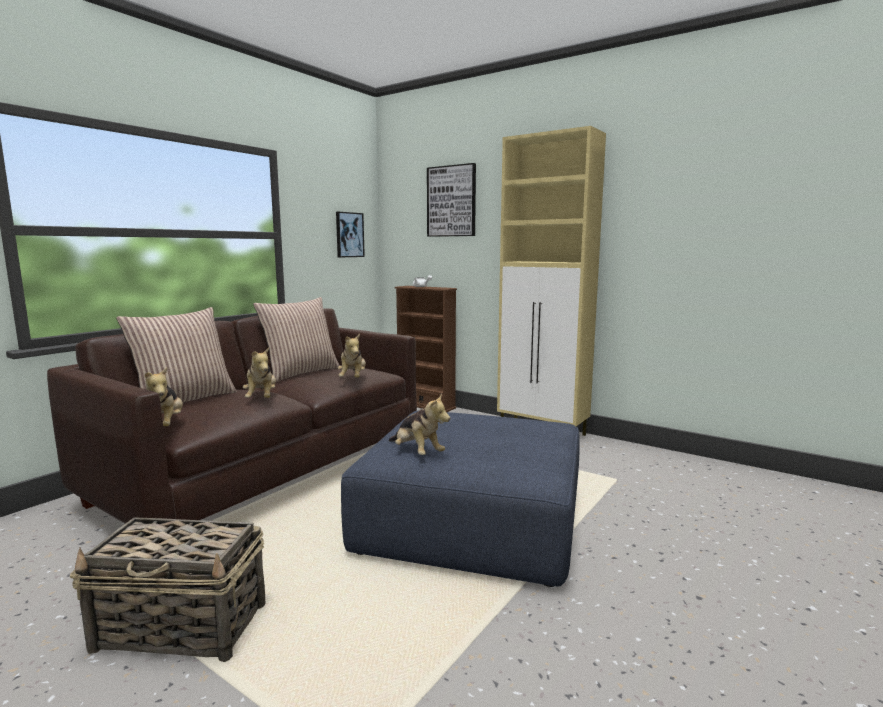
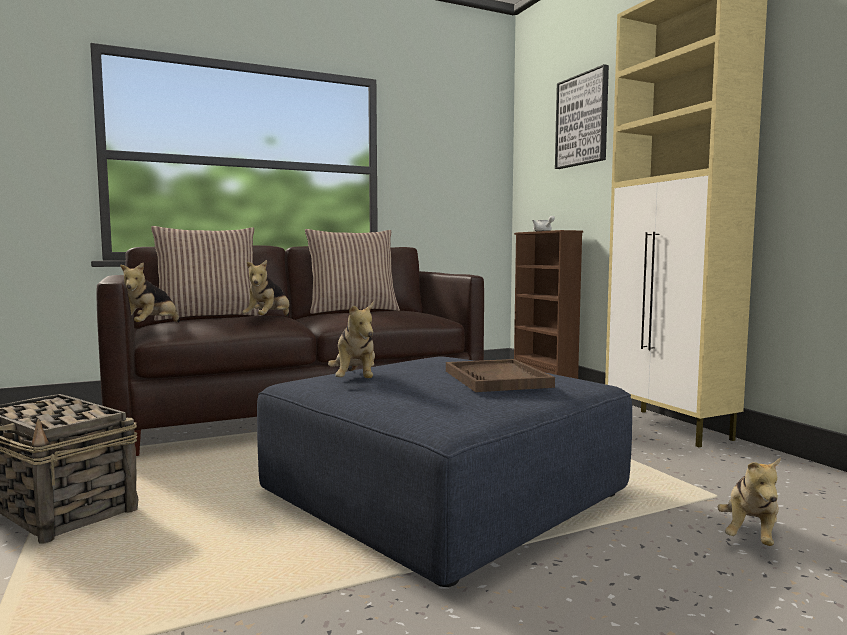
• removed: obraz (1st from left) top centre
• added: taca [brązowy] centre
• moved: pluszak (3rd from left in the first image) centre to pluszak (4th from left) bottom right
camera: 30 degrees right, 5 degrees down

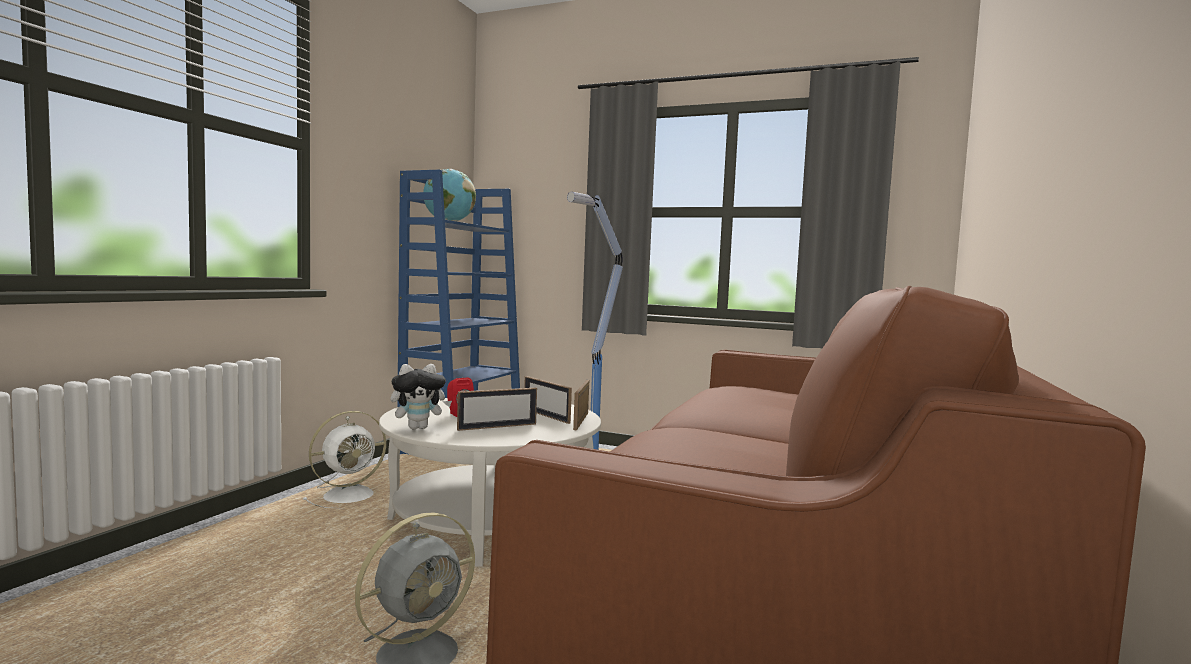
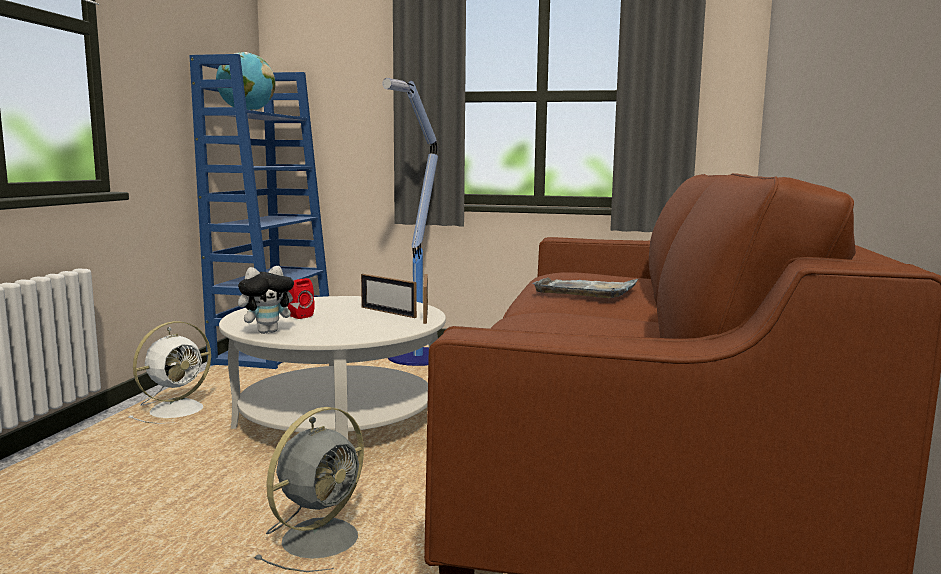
• removed: ramka na zdjęcie (1st from left) centre
• added: taca [szary] centre
camera: 10 degrees left, 5 degrees up

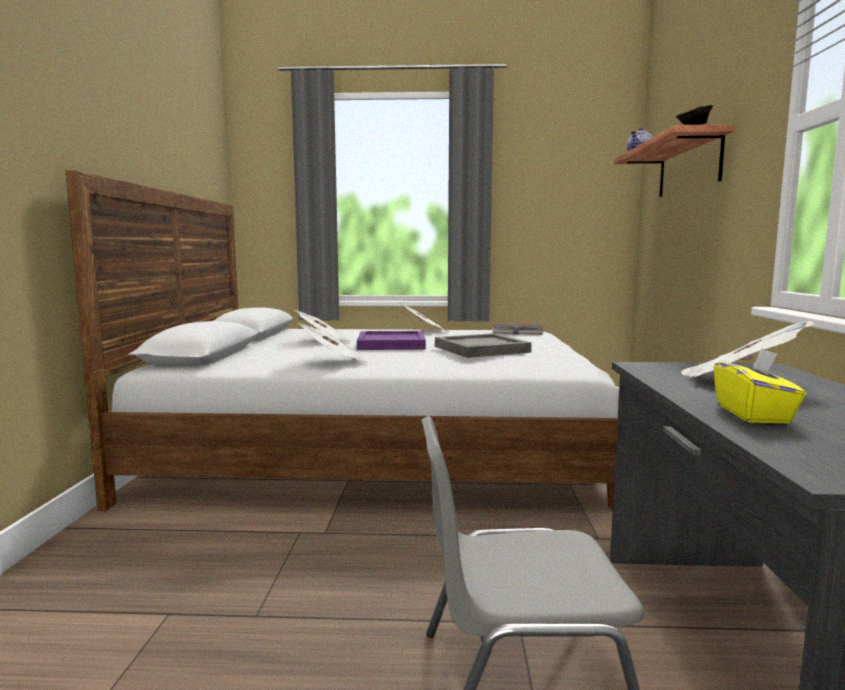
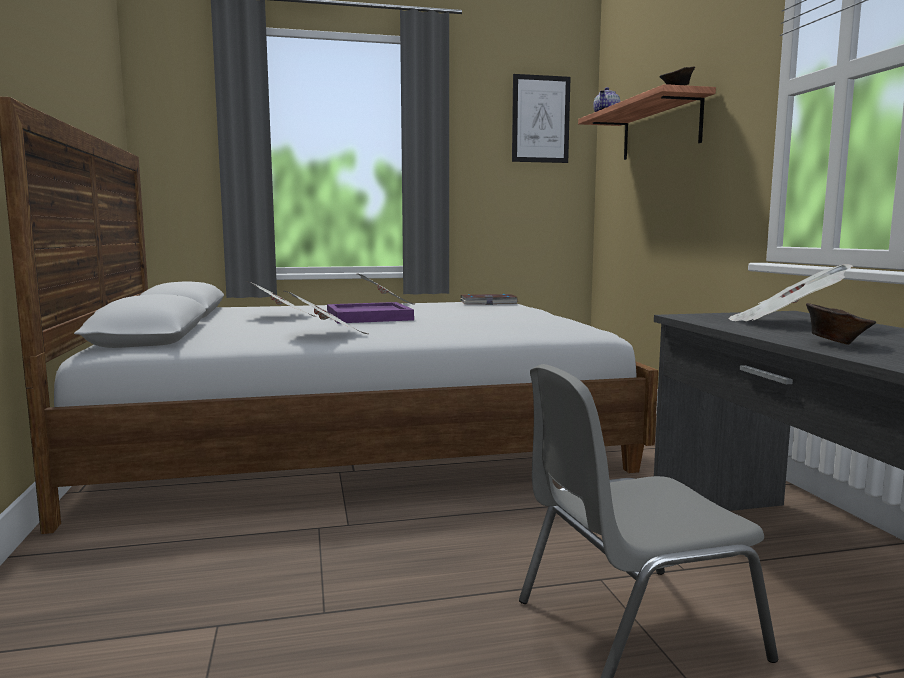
• removed: taca [szary] centre
• added: obraz top centre
• replaced: pudełko chusteczek [żółty] middle right to miska [brązowy] (2nd from left) middle right
camera: 15 degrees left, 0 degrees up

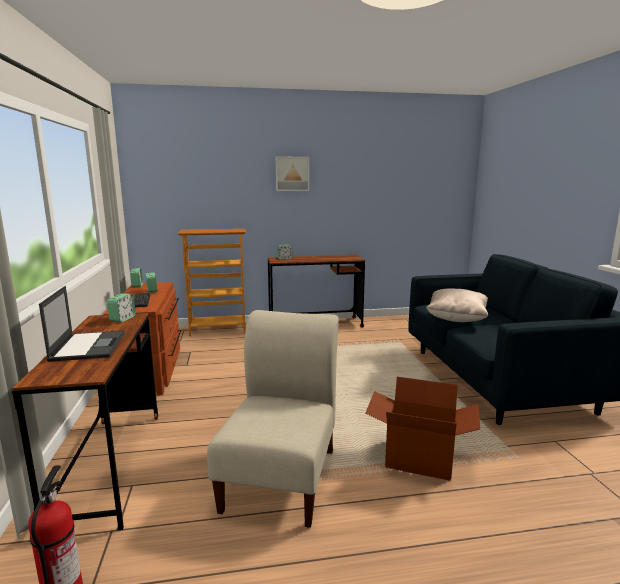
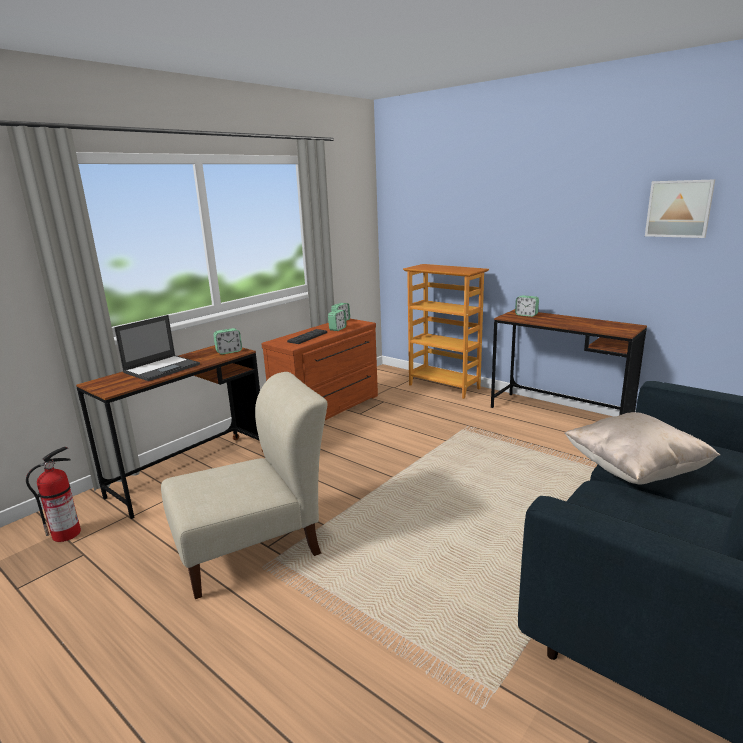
• removed: karton bottom right
• moved: obraz top centre to top right
camera: 50 degrees right, 5 degrees up

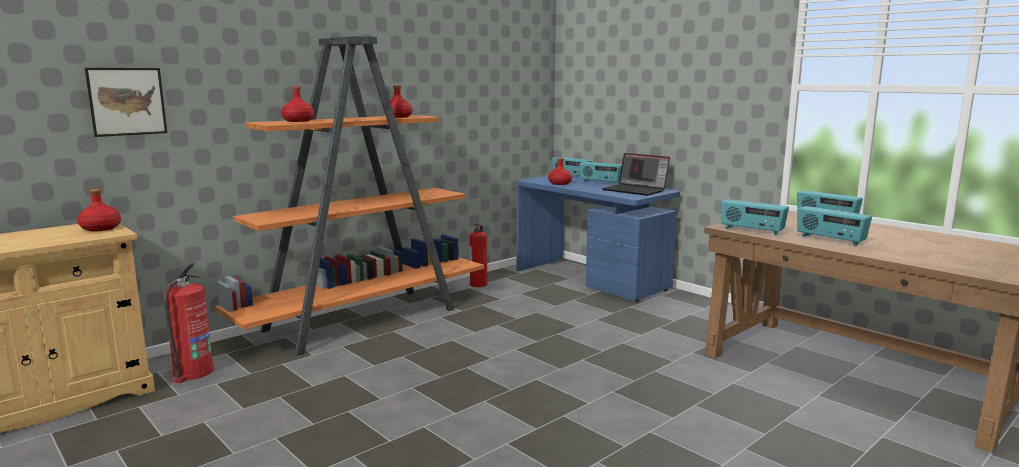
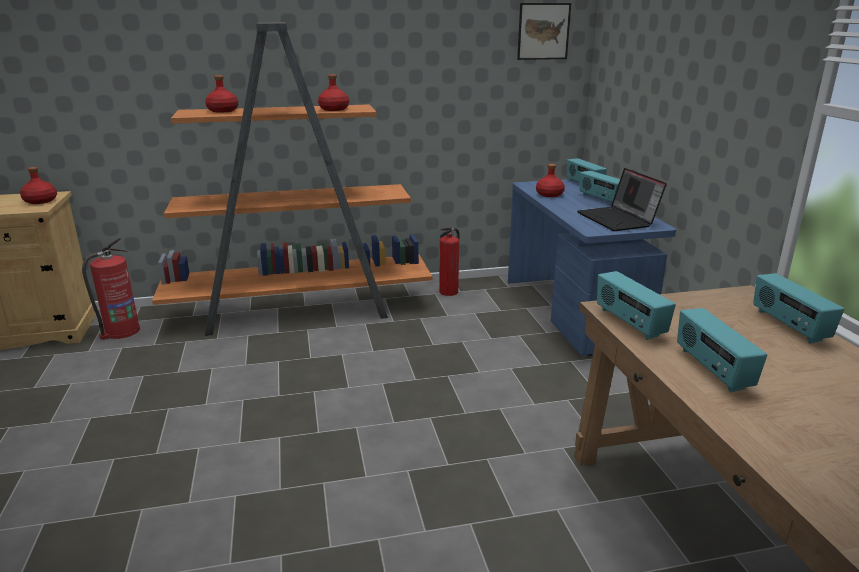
• moved: obraz top left to top centre
camera: 30 degrees right, 10 degrees up

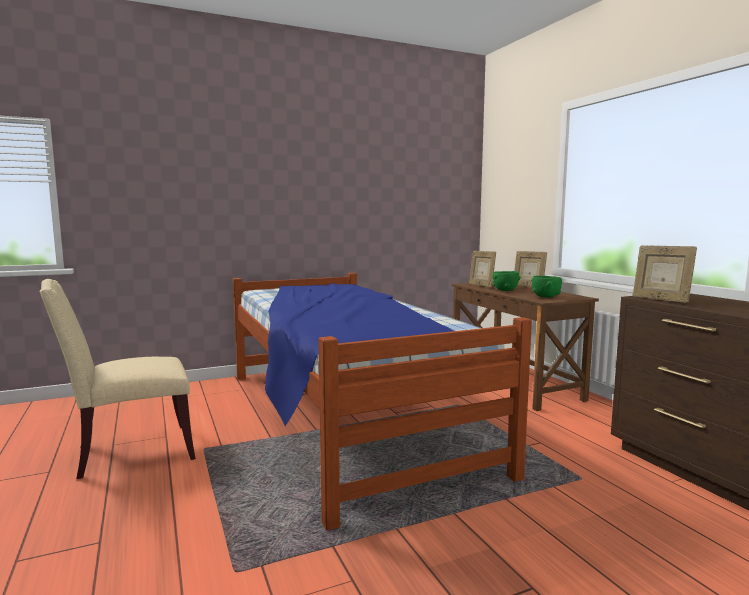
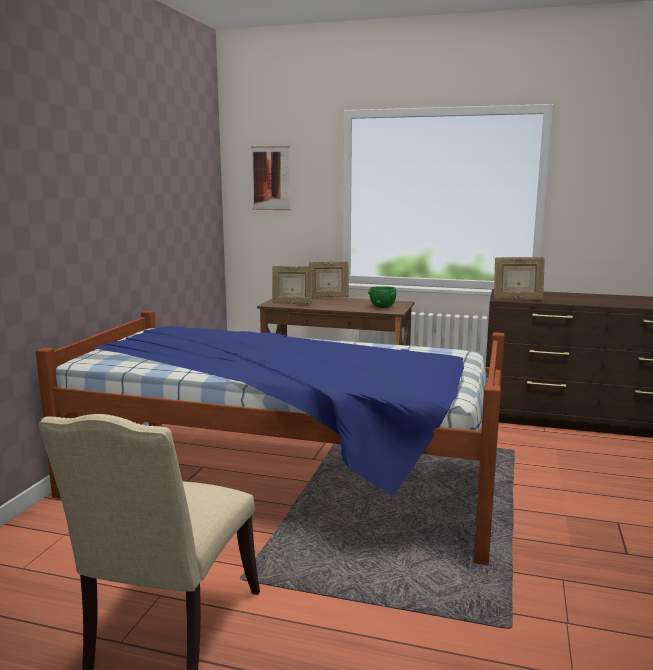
• removed: miska [zielony] (1st from left) middle right
• added: obraz top centre
camera: 50 degrees left, 5 degrees up

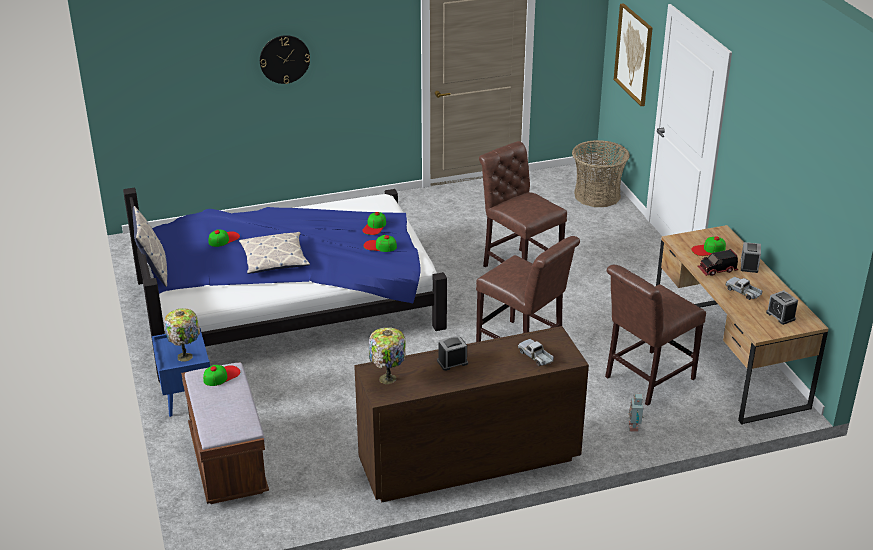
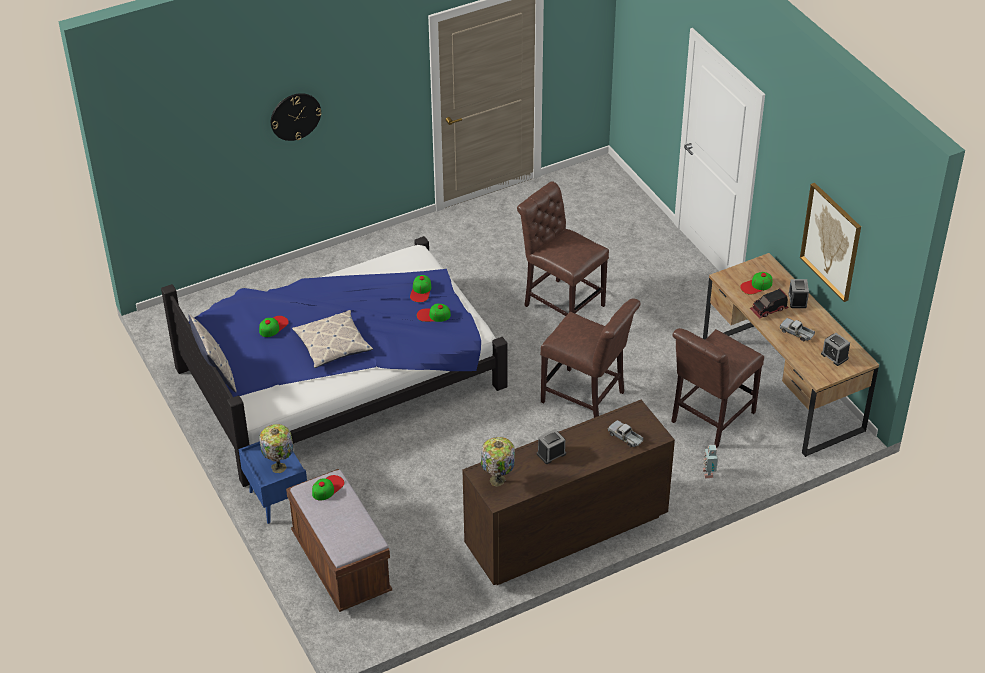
• removed: koszyk top right
• moved: obraz top right to middle right
camera: 10 degrees left, 10 degrees up

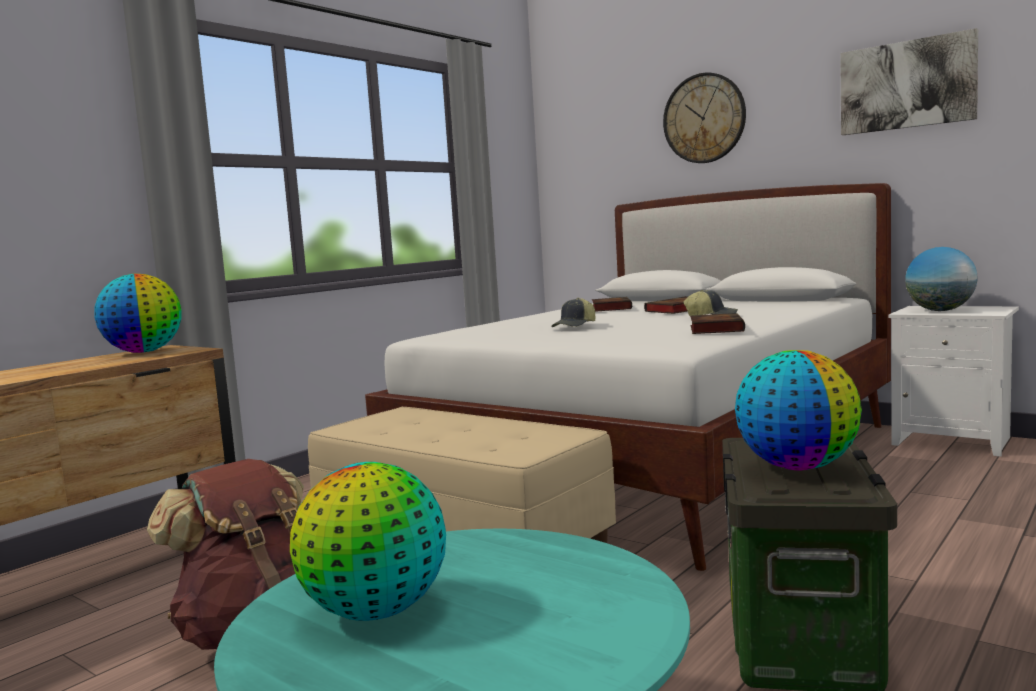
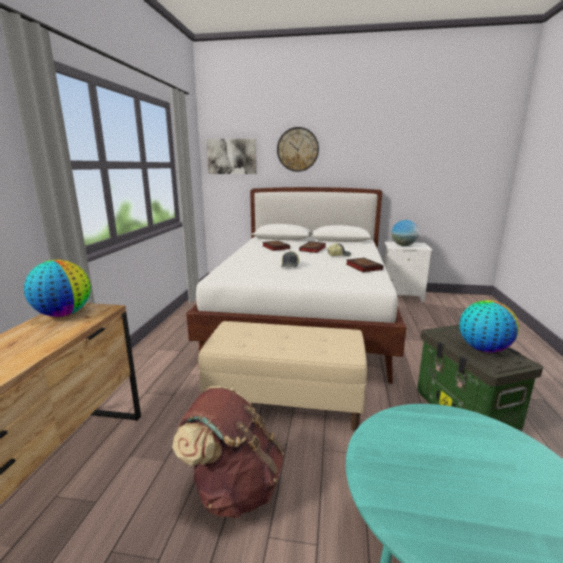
• removed: globus (2nd from left) bottom centre
• moved: obraz top right to top centre
camera: 30 degrees left, 10 degrees up

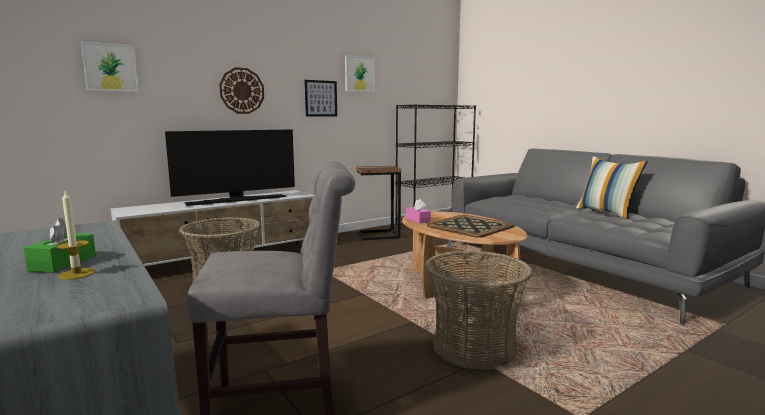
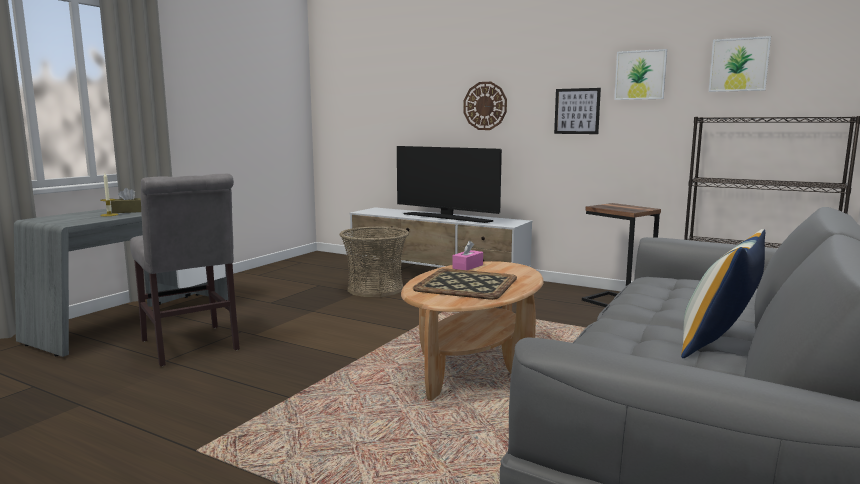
• removed: koszyk (2nd from left) bottom centre
• moved: obraz (1st from left in the first image) top left to obraz (3rd from left) top right
• recoloured: pudełko chusteczek [zielony] middle left to pudełko chusteczek [brązowy] middle left
camera: 65 degrees right, 0 degrees up

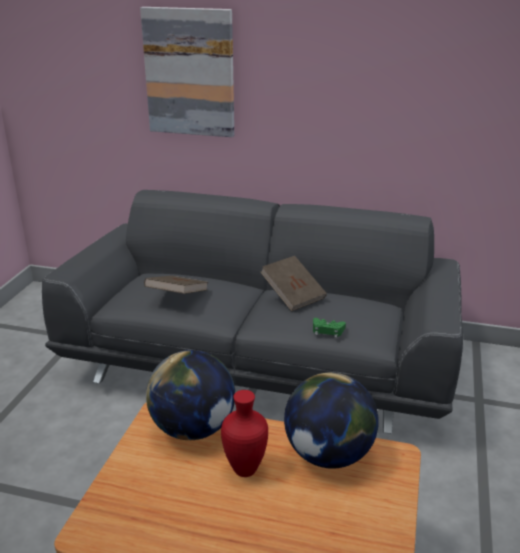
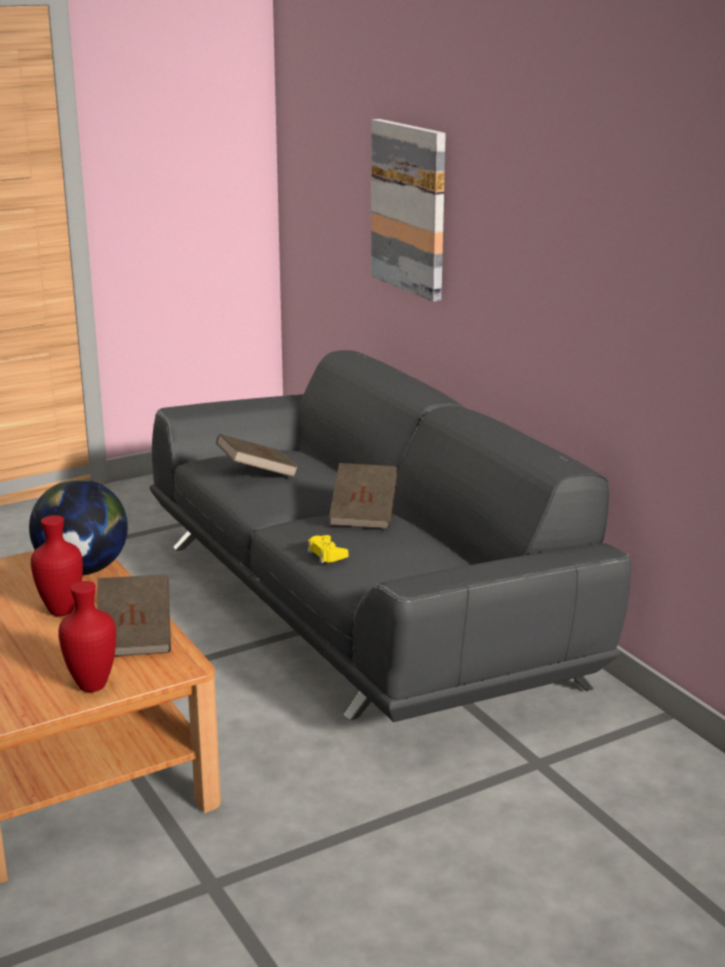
• added: wazon [czerwony] (2nd from left) middle left
• replaced: globus (2nd from left) bottom centre to książka [brązowy] (1st from left) middle left
• recoloured: pad do gier [zielony] centre to pad do gier [żółty] centre
camera: 45 degrees right, 5 degrees down

